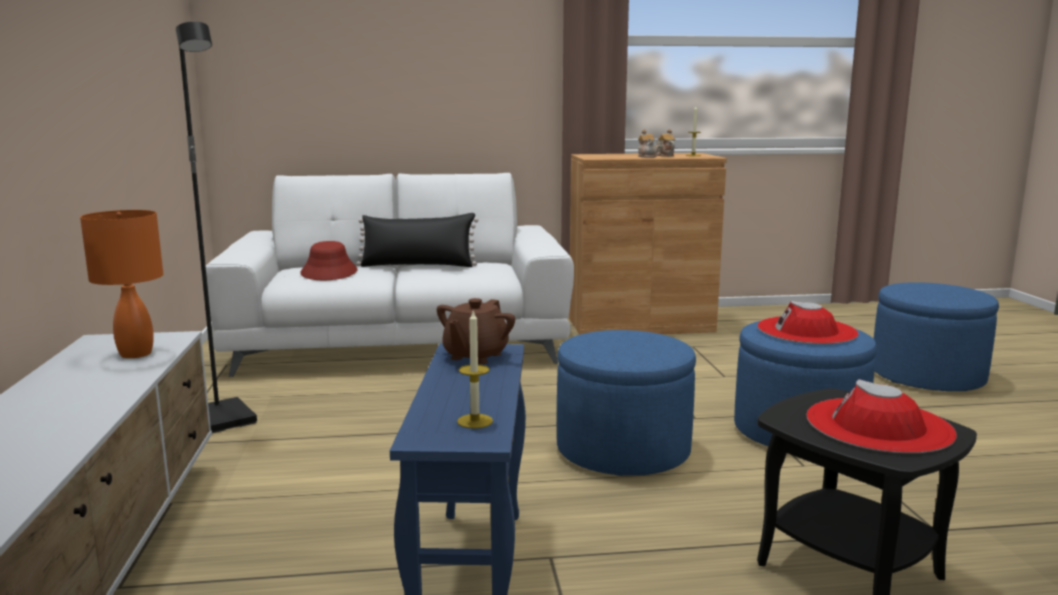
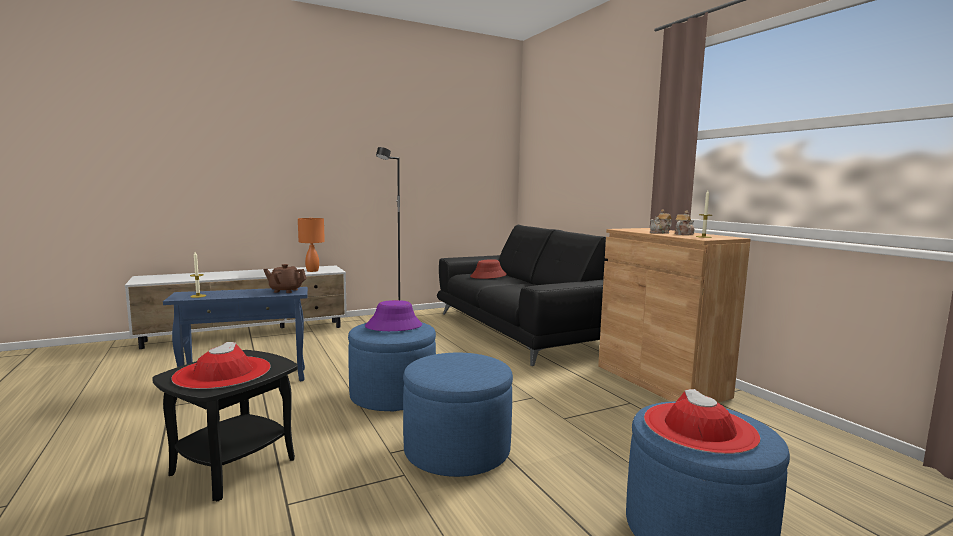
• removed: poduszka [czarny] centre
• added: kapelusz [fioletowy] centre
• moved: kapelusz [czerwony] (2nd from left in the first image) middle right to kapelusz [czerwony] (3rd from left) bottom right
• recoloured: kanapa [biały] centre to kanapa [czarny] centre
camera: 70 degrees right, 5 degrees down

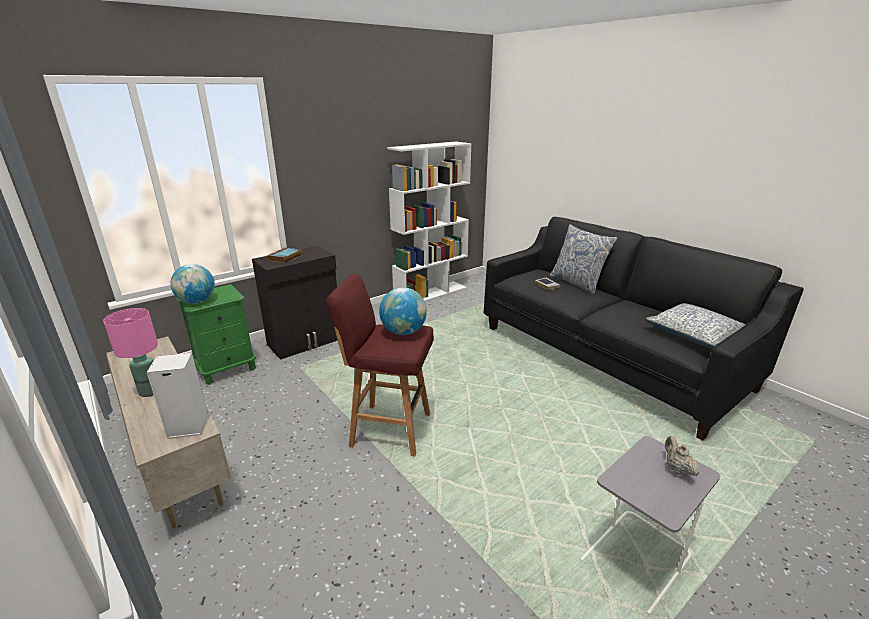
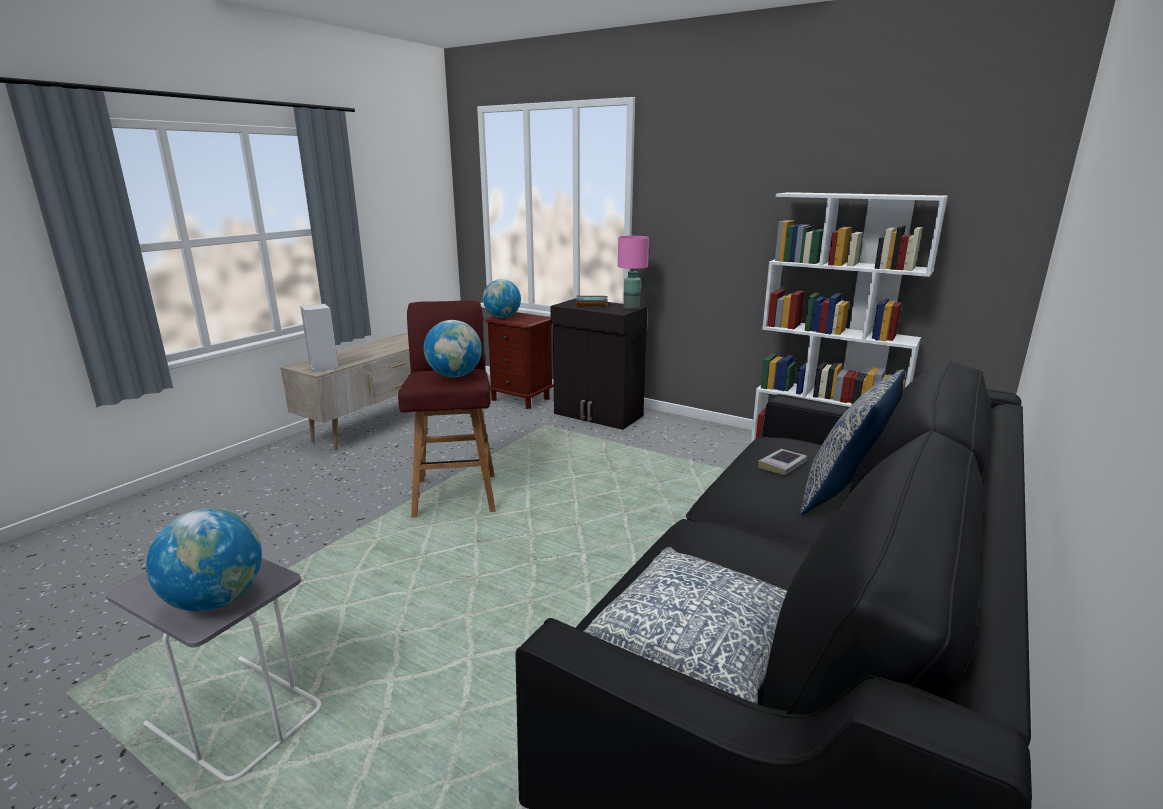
• moved: lampa stołowa [różowy] middle left to centre
• replaced: imbryk [beżowy] bottom right to globus (1st from left) bottom left
• recoloured: szafka nocna [zielony] middle left to szafka nocna [brązowy] centre
camera: 70 degrees right, 5 degrees down

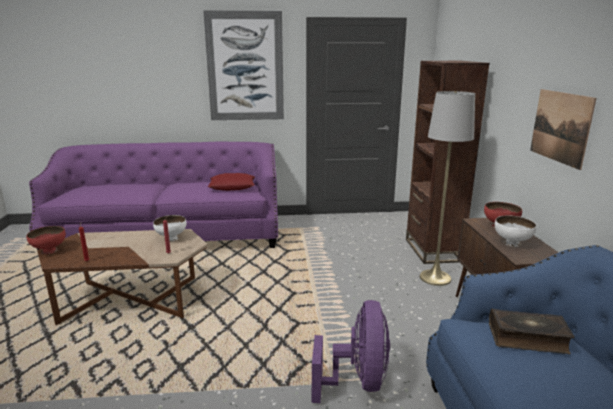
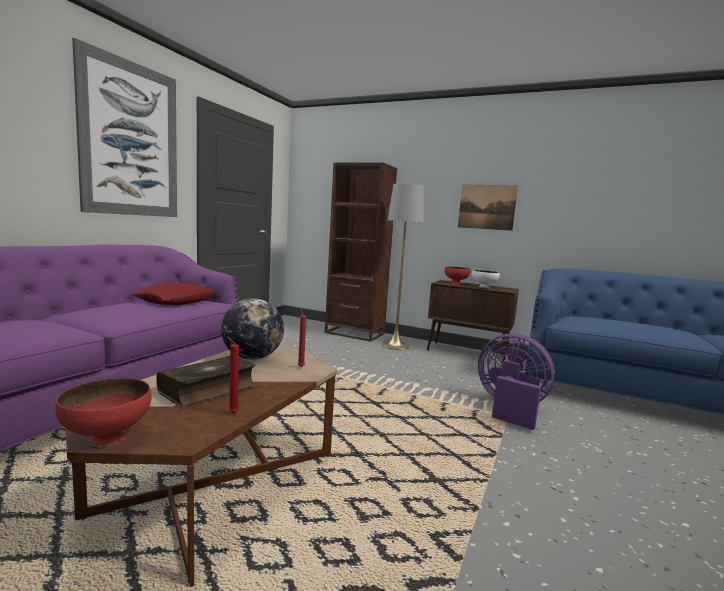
• moved: książka bottom right to middle left
• replaced: miska [biały] (1st from left) middle left to globus centre
camera: 60 degrees left, 10 degrees down

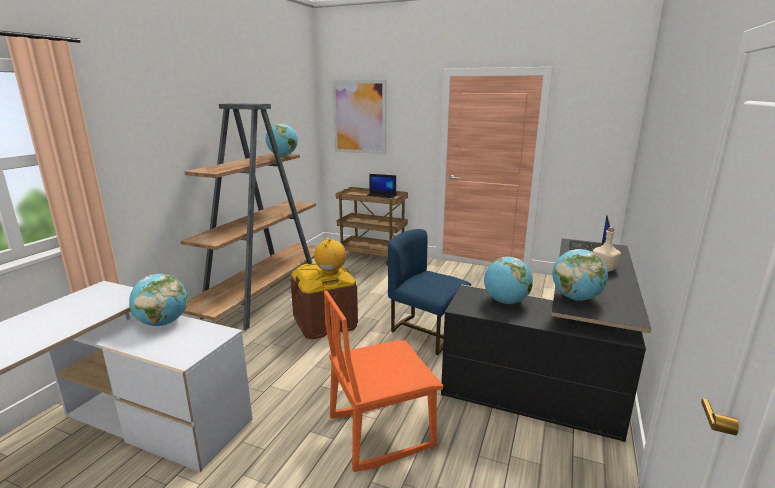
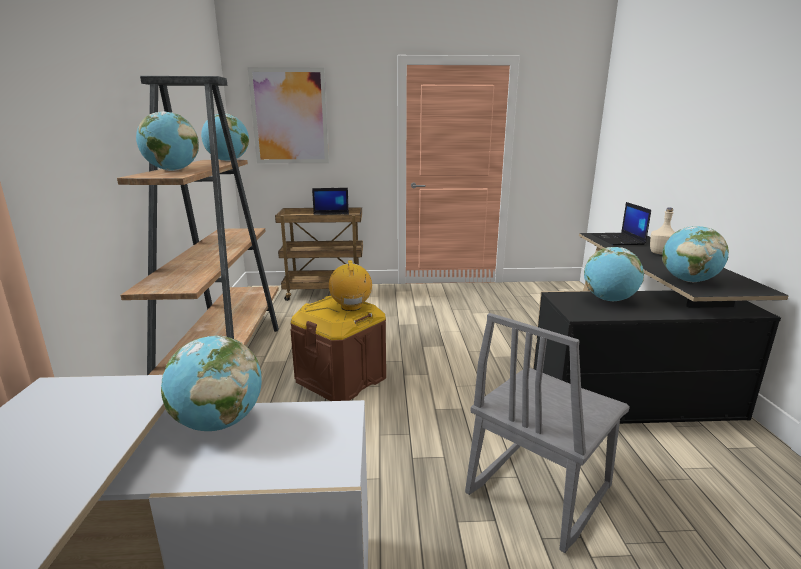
• removed: krzesło [niebieski] centre
• added: globus (1st from left) top left
• recoloured: krzesło [pomarańczowy] bottom centre to krzesło [szary] bottom right
camera: 25 degrees left, 0 degrees up

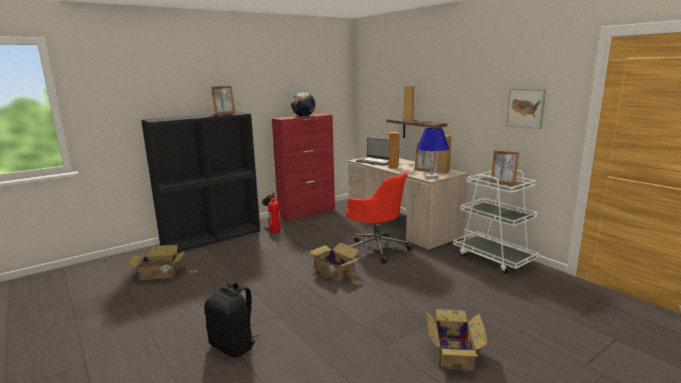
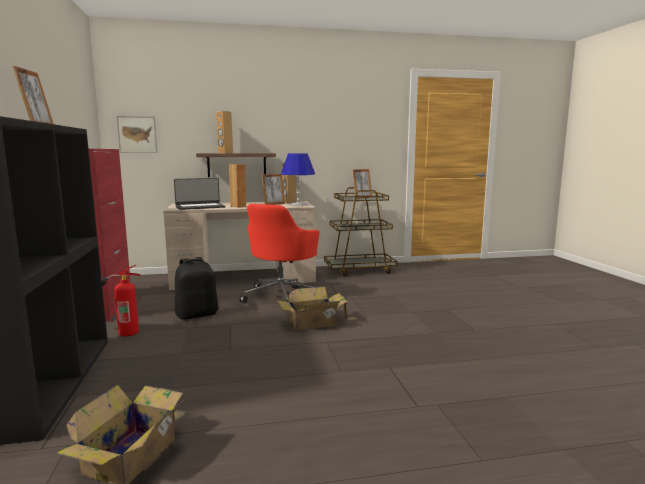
• removed: globus top centre
• removed: karton (3rd from left) bottom right
• moved: plecak [czarny] bottom centre to middle left
• moved: obraz top right to top left
• recoloured: wózek [biały] middle right to wózek [brązowy] centre
• turned: krzesło biurowe [czerwony] centre = centre 135 degrees clockwise
camera: 65 degrees left, 5 degrees down

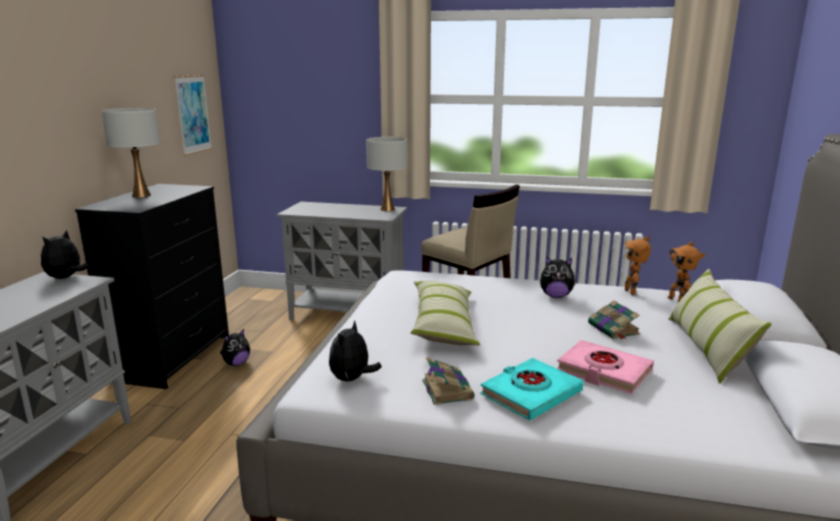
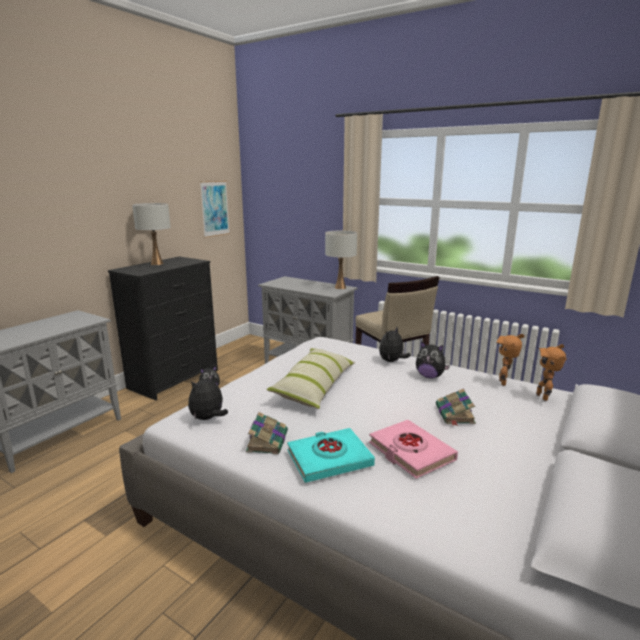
• removed: poduszka (2nd from left) middle right
• moved: pluszak (1st from left in the first image) middle left to pluszak (3rd from left) centre
camera: 20 degrees right, 0 degrees up

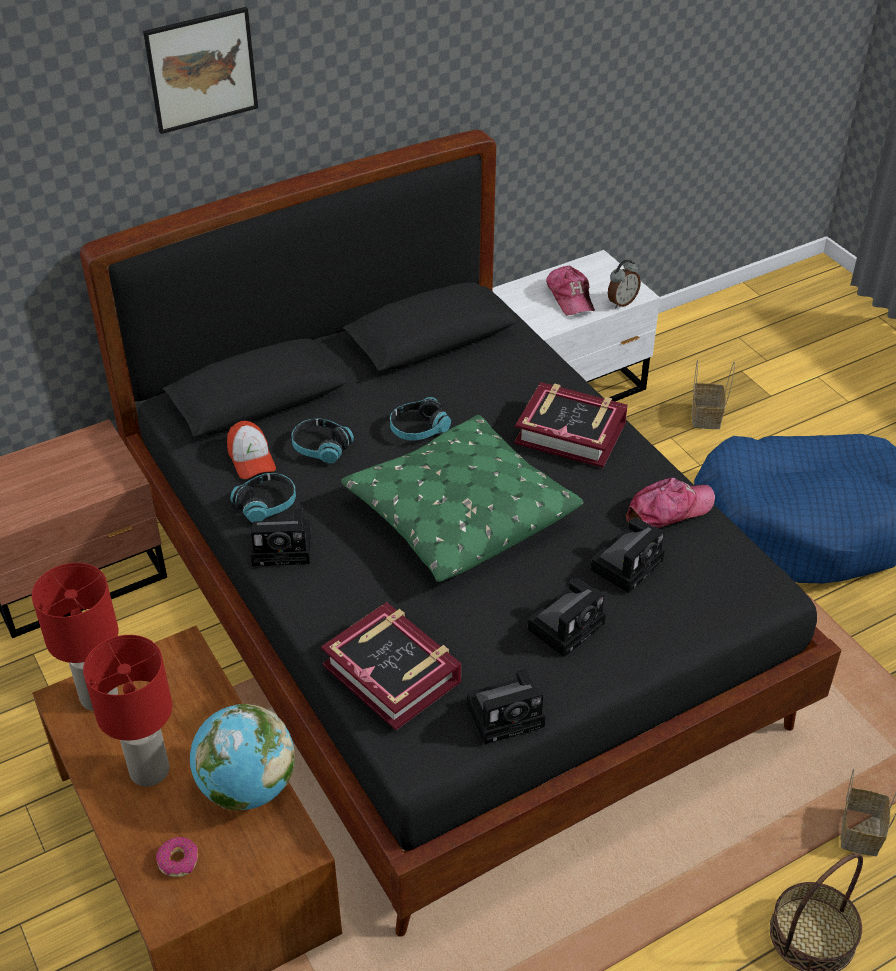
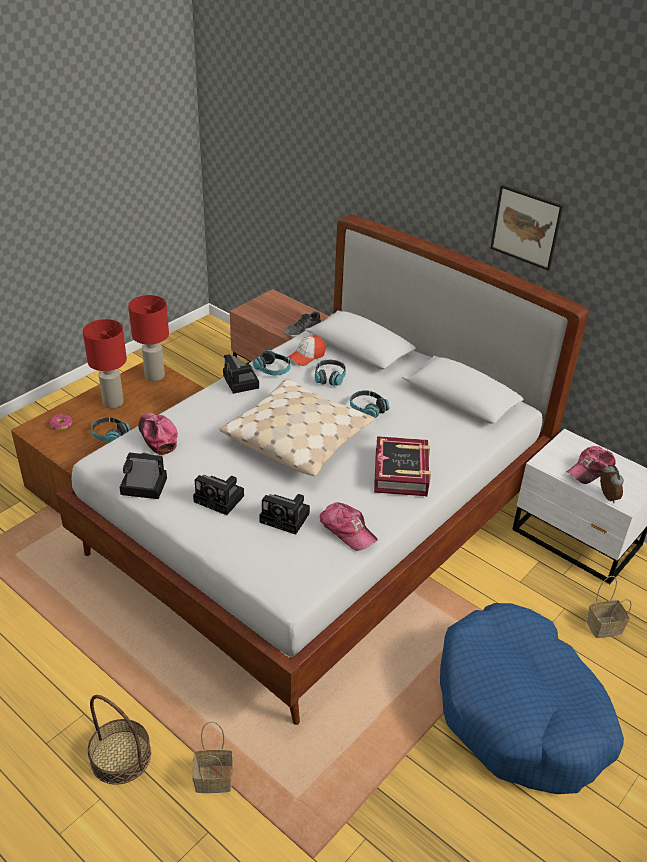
• added: but centre
• moved: obraz top left to top right
• replaced: globus bottom left to słuchawki (1st from left) middle left
• replaced: książka (1st from left) bottom centre to czapka z daszkiem (1st from left) middle left
• recoloured: łóżko [czarny] centre to łóżko [biały] centre
• recoloured: poduszka [zielony] centre to poduszka [beżowy] centre
• turned: aparat fotograficzny (2nd from left in the first image) bottom centre = middle left 135 degrees clockwise
• turned: budzik top right = middle right 135 degrees counterclockwise
camera: 70 degrees right, 5 degrees down

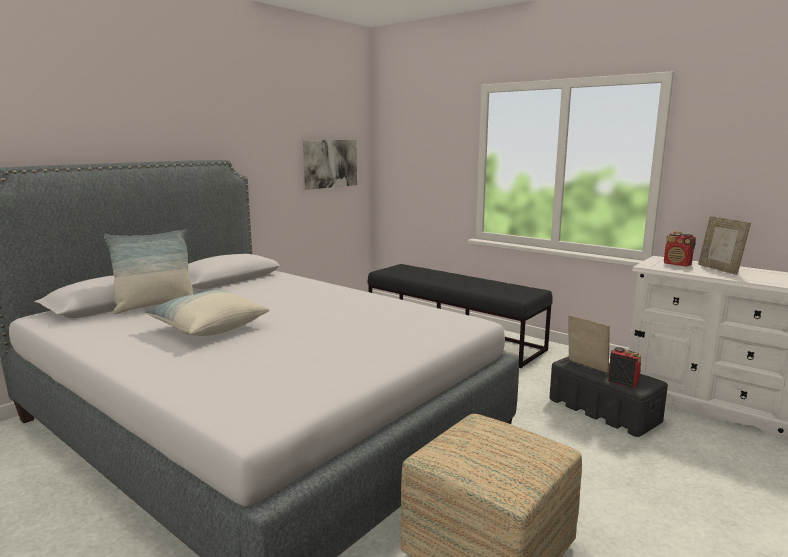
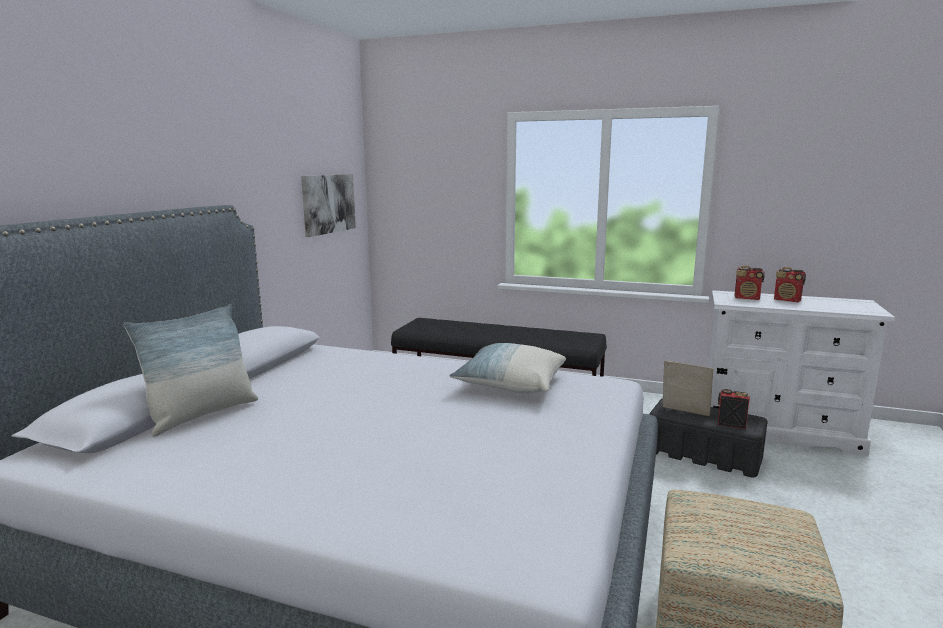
• moved: poduszka (2nd from left) middle left to centre
• replaced: ramka na zdjęcie (2nd from left) middle right to radio (3rd from left) middle right
camera: 20 degrees left, 0 degrees up

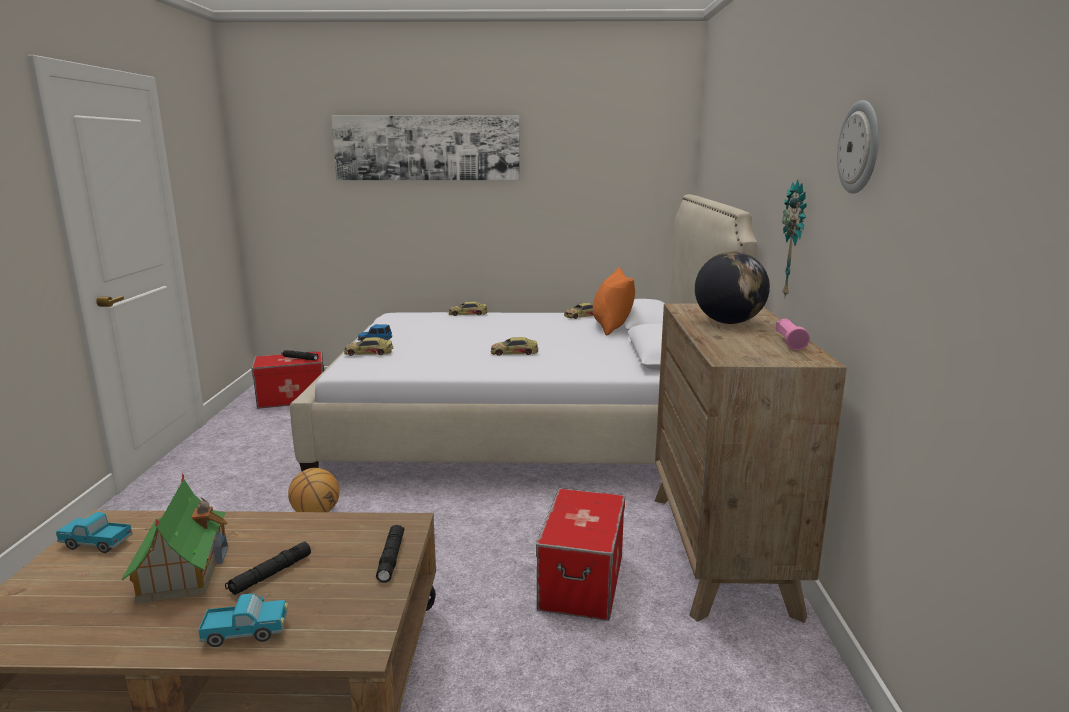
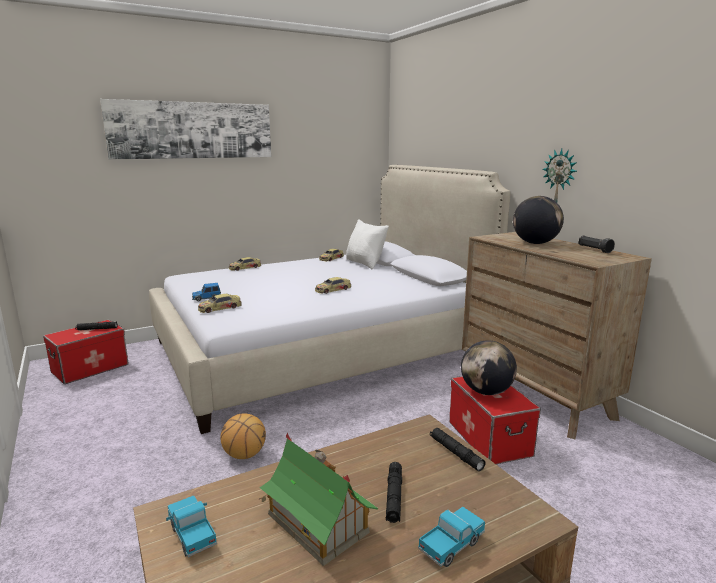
• removed: zegar ścienny (2nd from left) top right
• added: globus (1st from left) middle right
• recoloured: poduszka [pomarańczowy] centre to poduszka [biały] centre
• recoloured: latarka [różowy] middle right to latarka [czarny] (4th from left) middle right
• turned: ciężarówka zabawkowa (1st from left) bottom left = bottom left 75 degrees clockwise
camera: 30 degrees left, 0 degrees up

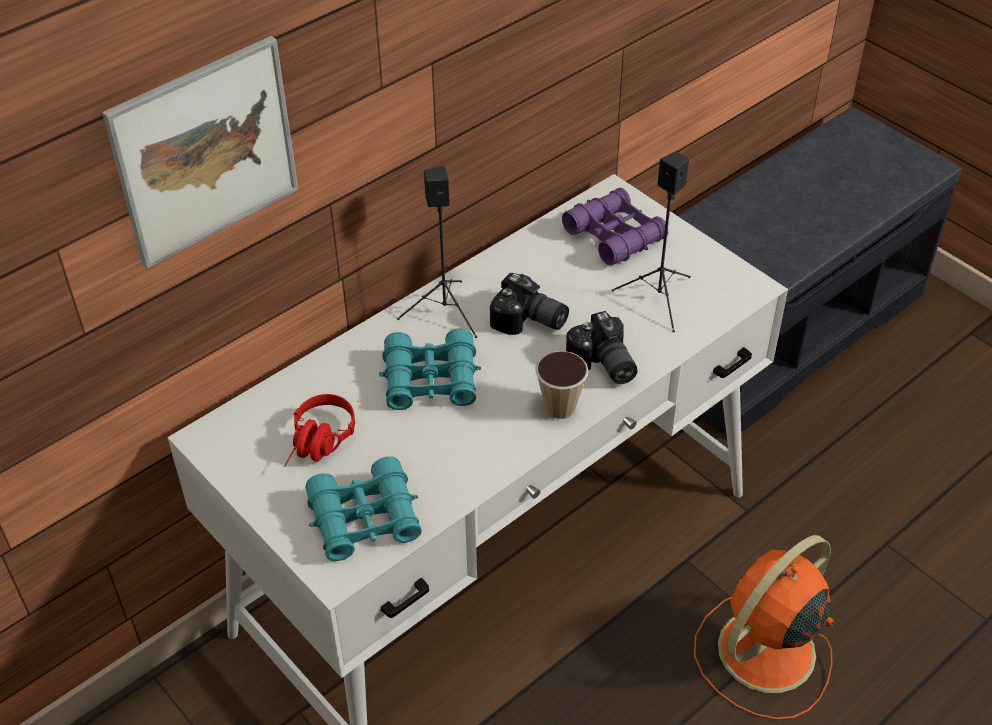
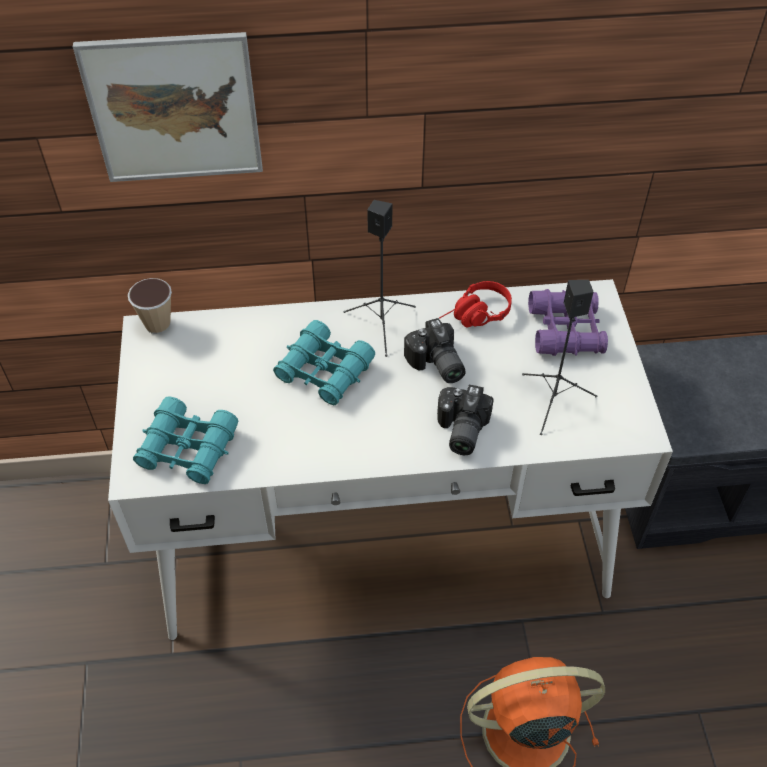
• moved: słuchawki [czerwony] middle left to centre
• moved: filiżanka centre to middle left
camera: 35 degrees right, 5 degrees up

